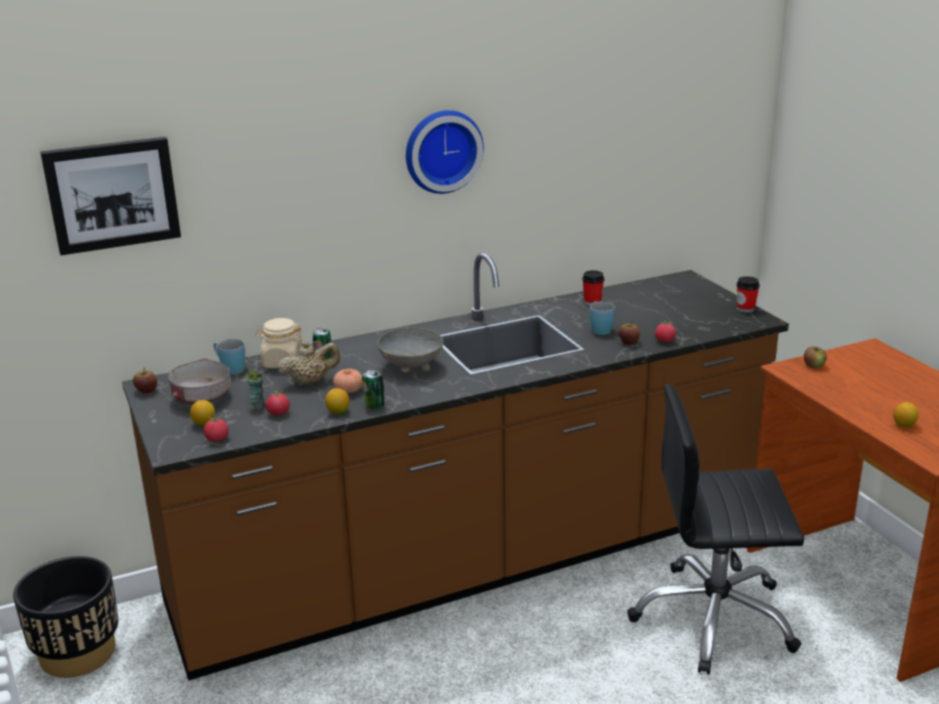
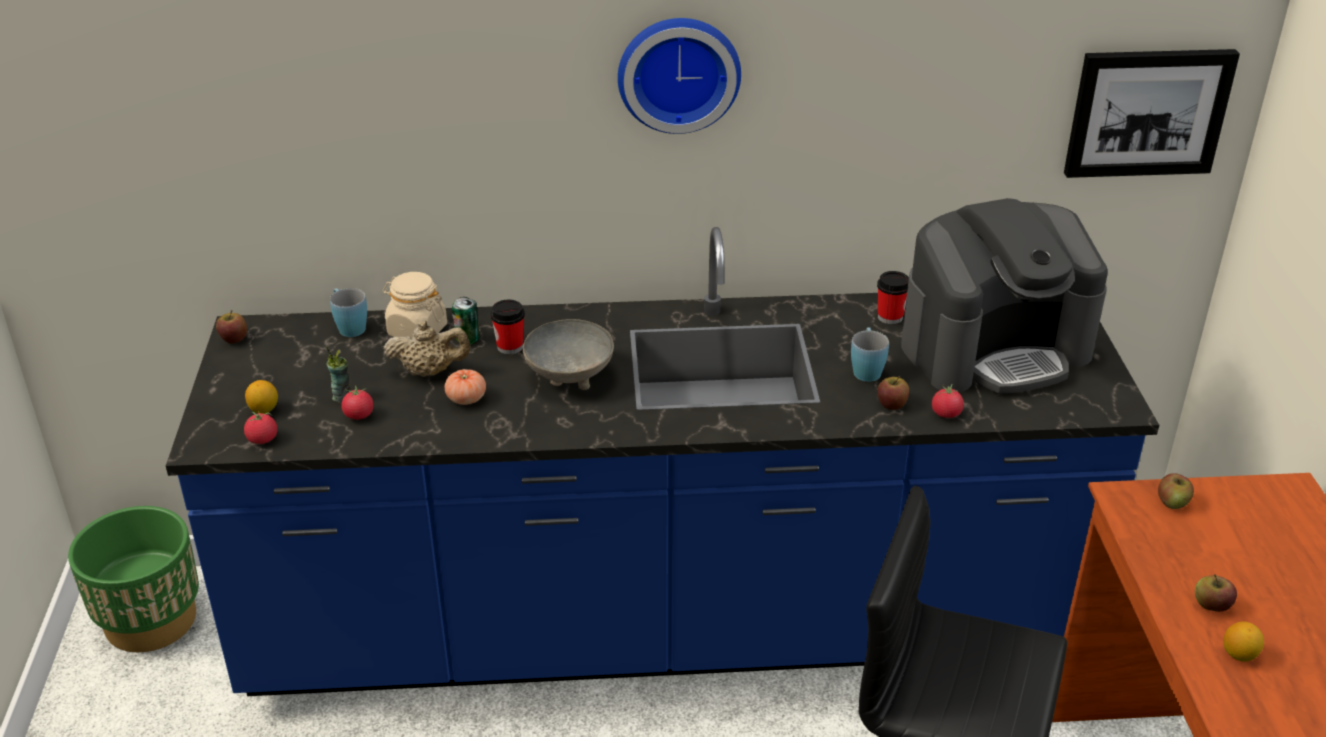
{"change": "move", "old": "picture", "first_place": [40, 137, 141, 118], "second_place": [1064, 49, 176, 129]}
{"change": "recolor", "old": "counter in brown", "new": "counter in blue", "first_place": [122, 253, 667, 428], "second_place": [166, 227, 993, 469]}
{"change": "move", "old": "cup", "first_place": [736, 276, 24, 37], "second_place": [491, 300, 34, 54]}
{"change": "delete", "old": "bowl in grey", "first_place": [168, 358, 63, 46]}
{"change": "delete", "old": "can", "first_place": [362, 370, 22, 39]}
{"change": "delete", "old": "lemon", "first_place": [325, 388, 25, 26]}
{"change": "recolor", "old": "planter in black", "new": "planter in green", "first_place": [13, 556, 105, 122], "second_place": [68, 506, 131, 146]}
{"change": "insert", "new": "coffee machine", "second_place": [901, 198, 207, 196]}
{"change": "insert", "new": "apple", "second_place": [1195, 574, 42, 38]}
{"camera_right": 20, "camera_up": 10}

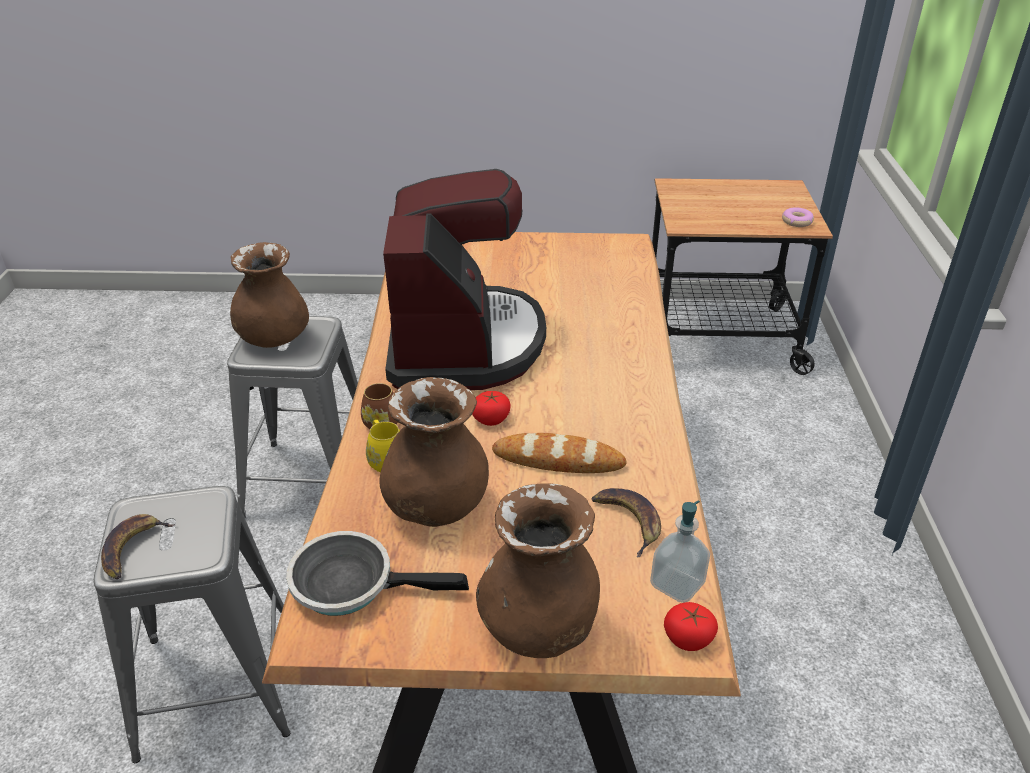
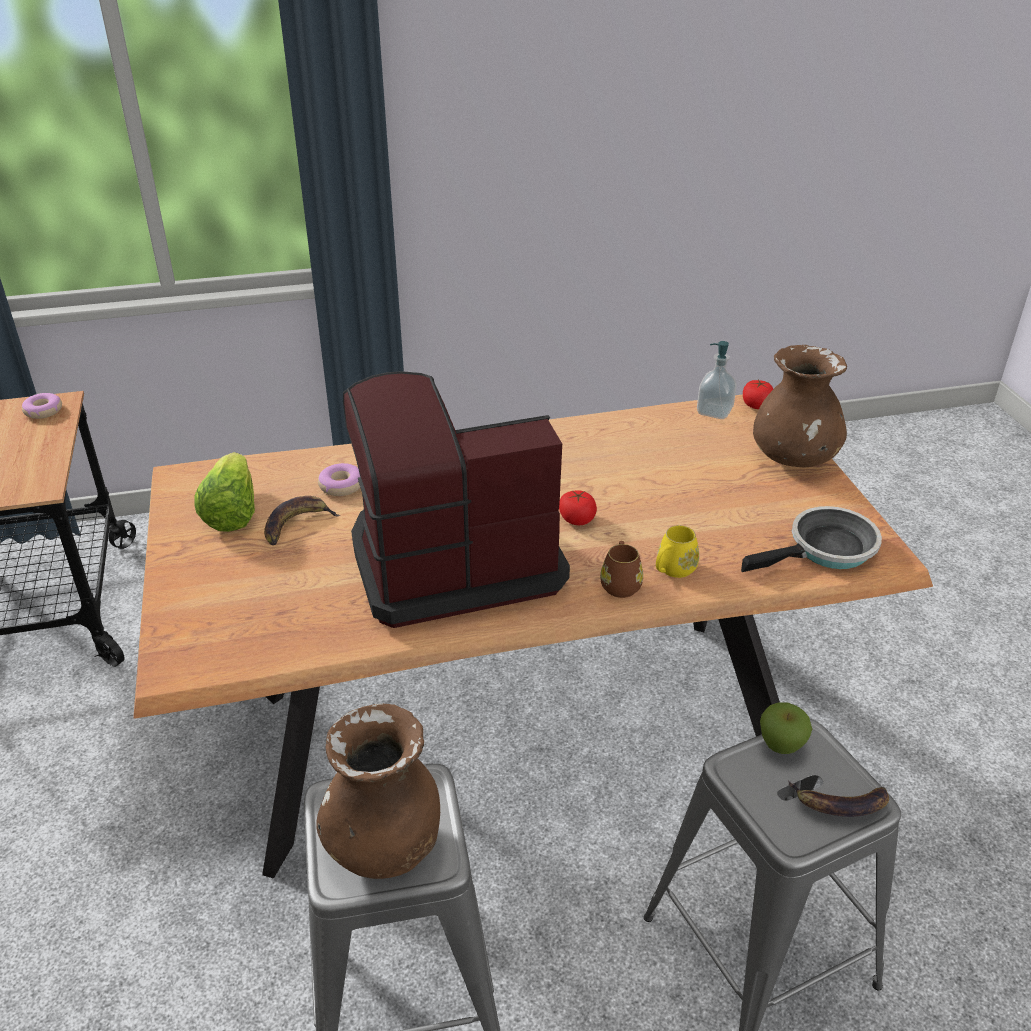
{"change": "delete", "old": "vase in brown", "first_place": [379, 377, 110, 150]}
{"change": "delete", "old": "bread", "first_place": [492, 433, 135, 40]}
{"change": "move", "old": "banana", "first_place": [592, 488, 69, 70], "second_place": [264, 496, 76, 49]}
{"change": "rotate", "old": "frying pan", "first_place": [286, 531, 183, 85], "second_place": [741, 506, 141, 66], "degrees": -105}
{"change": "insert", "new": "lettuce", "second_place": [194, 452, 61, 80]}
{"change": "insert", "new": "donut", "second_place": [318, 463, 42, 33]}
{"change": "insert", "new": "apple", "second_place": [760, 702, 52, 52]}
{"camera_right": -105, "camera_up": 0}

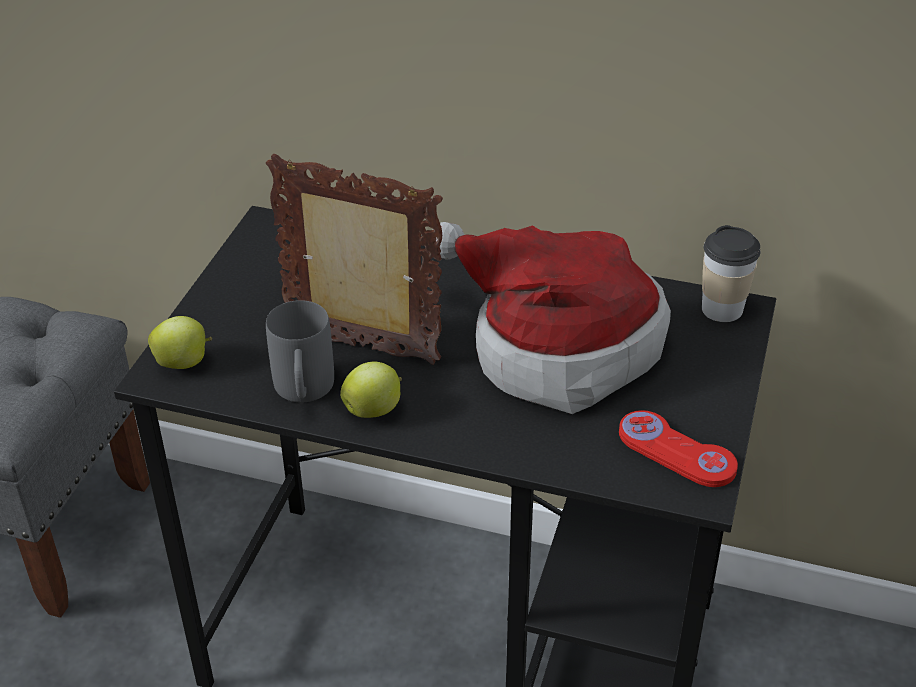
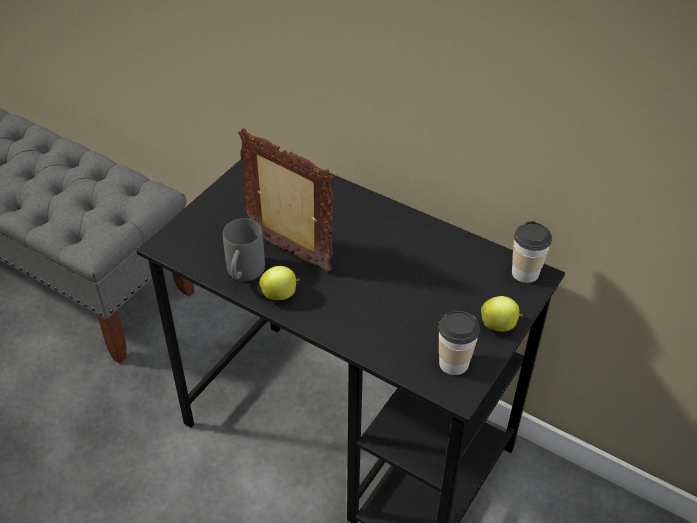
{"change": "delete", "old": "hat", "first_place": [436, 222, 235, 192]}
{"change": "move", "old": "apple", "first_place": [148, 316, 64, 53], "second_place": [481, 296, 42, 36]}
{"change": "replace", "old": "game controller in red", "new": "cup", "first_place": [619, 410, 119, 77], "second_place": [439, 311, 41, 64]}
{"camera_right": 15, "camera_up": 5}

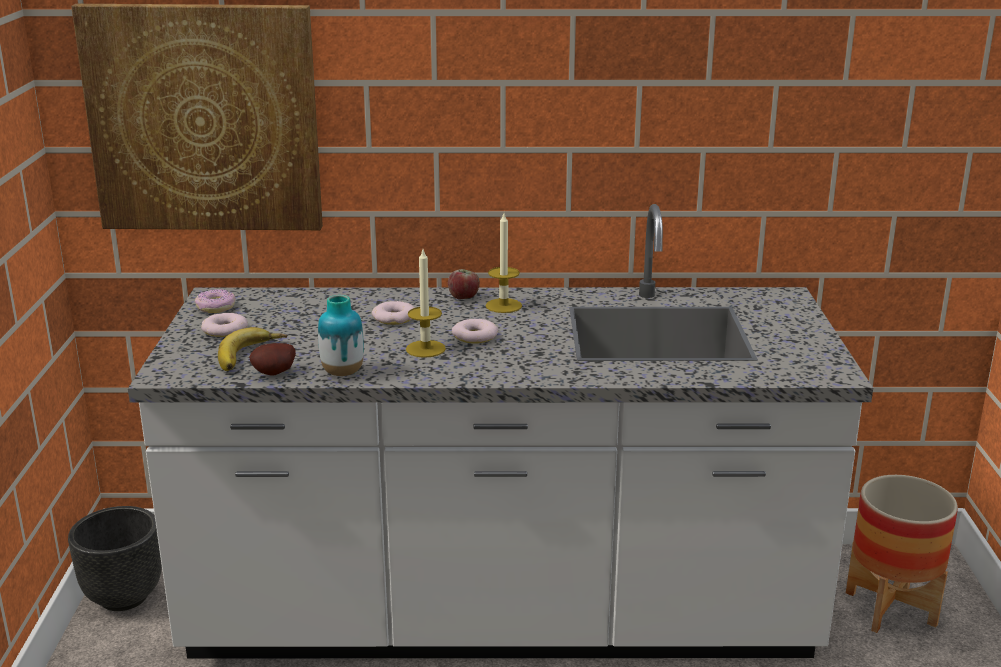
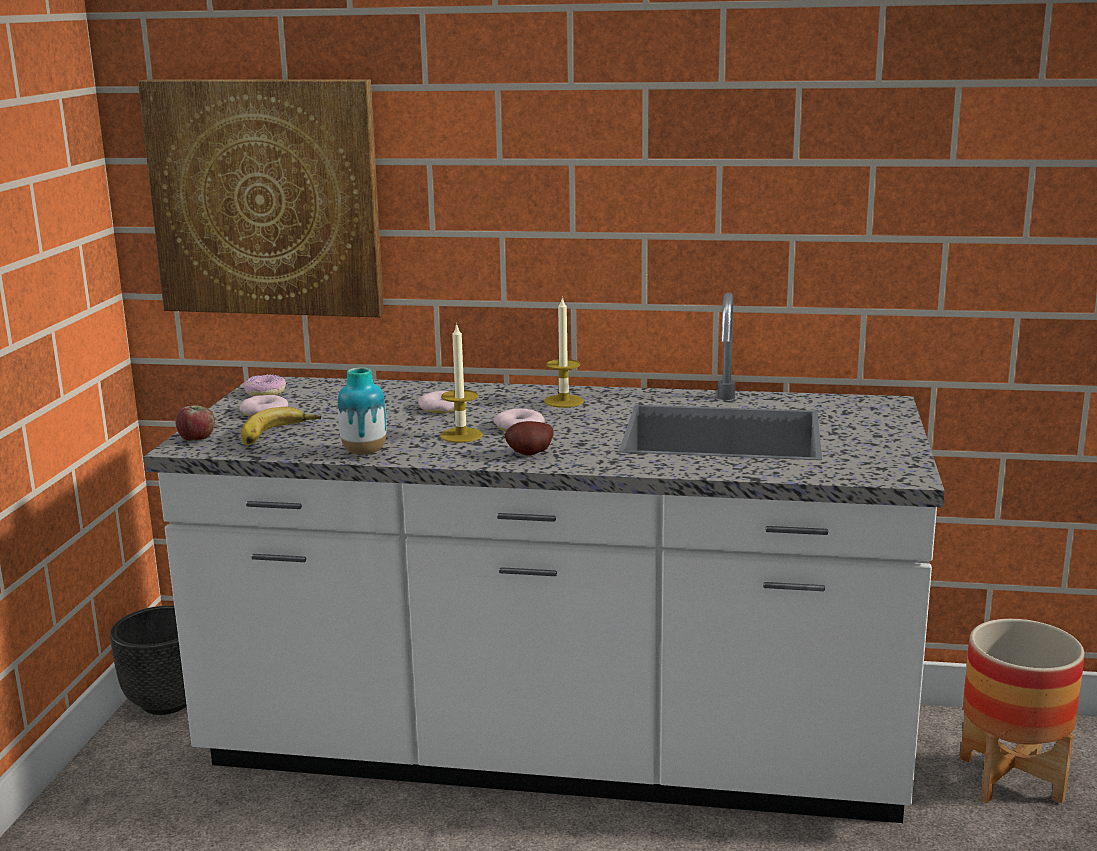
{"change": "move", "old": "apple", "first_place": [448, 269, 32, 30], "second_place": [175, 406, 40, 35]}
{"change": "move", "old": "potato", "first_place": [249, 343, 47, 32], "second_place": [505, 421, 48, 35]}
{"camera_right": 10, "camera_up": -5}

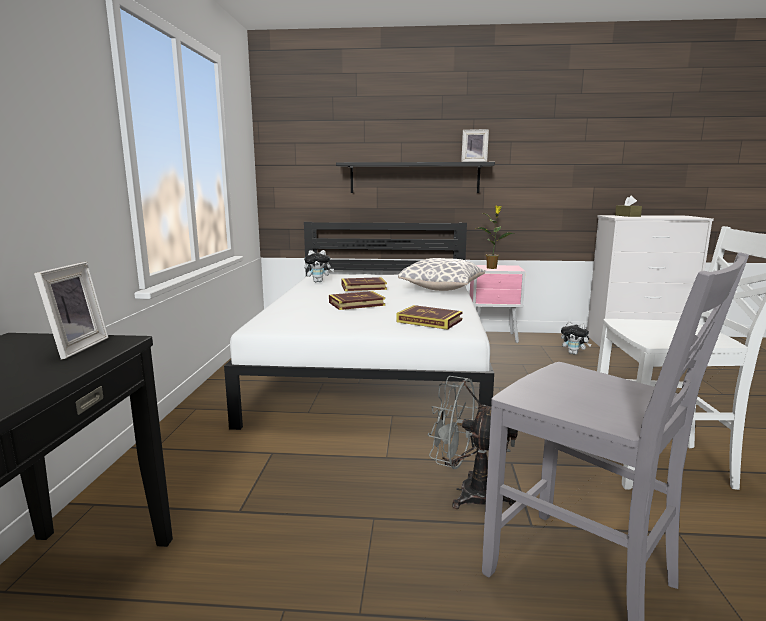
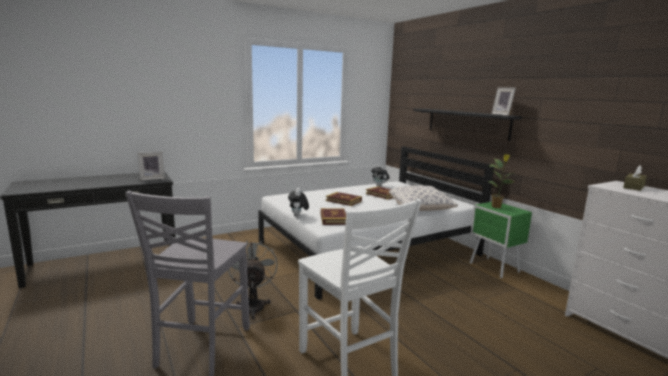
{"change": "recolor", "old": "nightstand in pink", "new": "nightstand in green", "first_place": [470, 265, 56, 78], "second_place": [470, 202, 62, 76]}
{"change": "move", "old": "plush toy", "first_place": [561, 321, 31, 34], "second_place": [288, 188, 21, 29]}
{"camera_right": 55, "camera_up": 0}

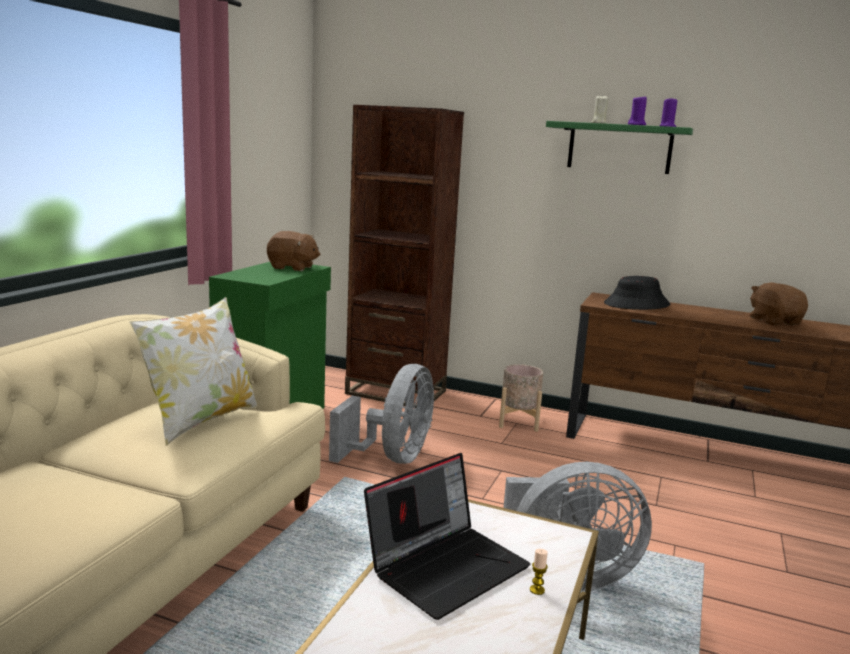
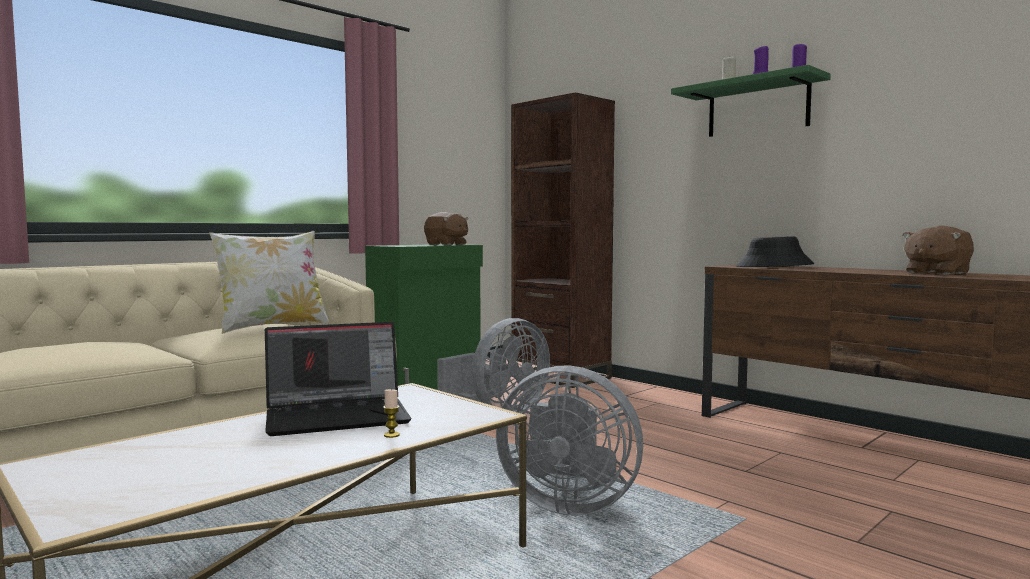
{"change": "rotate", "old": "plush toy in brown", "first_place": [750, 282, 58, 43], "second_place": [902, 226, 72, 49], "degrees": -135}
{"change": "delete", "old": "planter in beige", "first_place": [499, 364, 44, 68]}
{"camera_right": 25, "camera_up": -10}

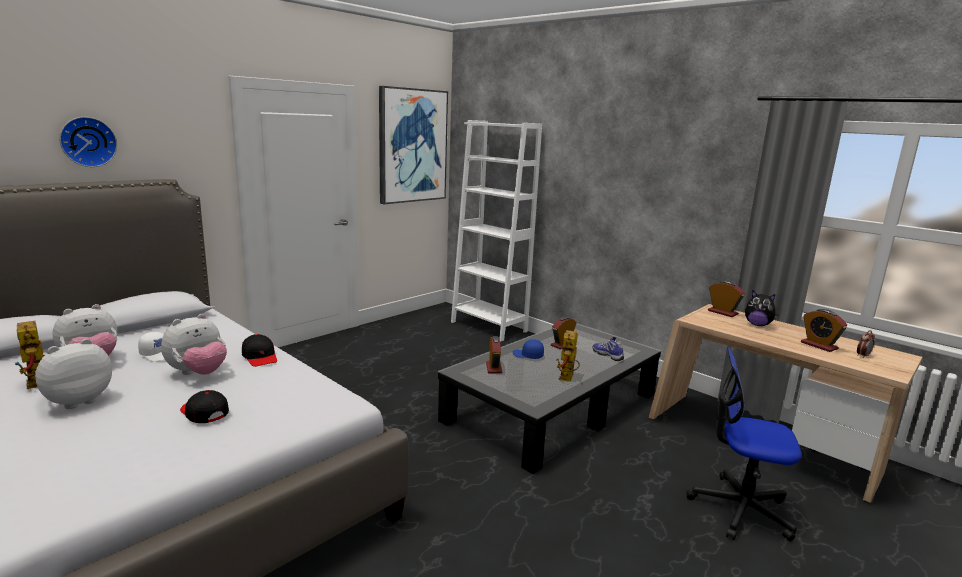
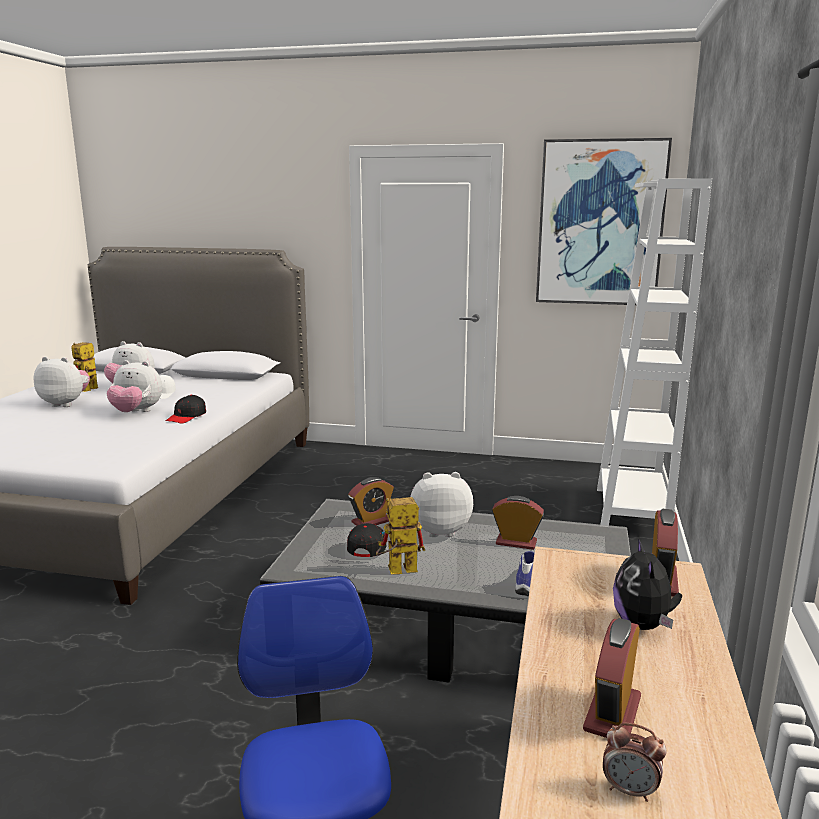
{"change": "delete", "old": "wall clock", "first_place": [59, 117, 58, 50]}
{"change": "replace", "old": "cap in blue", "new": "plush toy", "first_place": [513, 339, 31, 20], "second_place": [410, 472, 63, 65]}
{"change": "move", "old": "cap in black", "first_place": [180, 390, 49, 33], "second_place": [347, 523, 39, 34]}
{"camera_right": 60, "camera_up": 0}

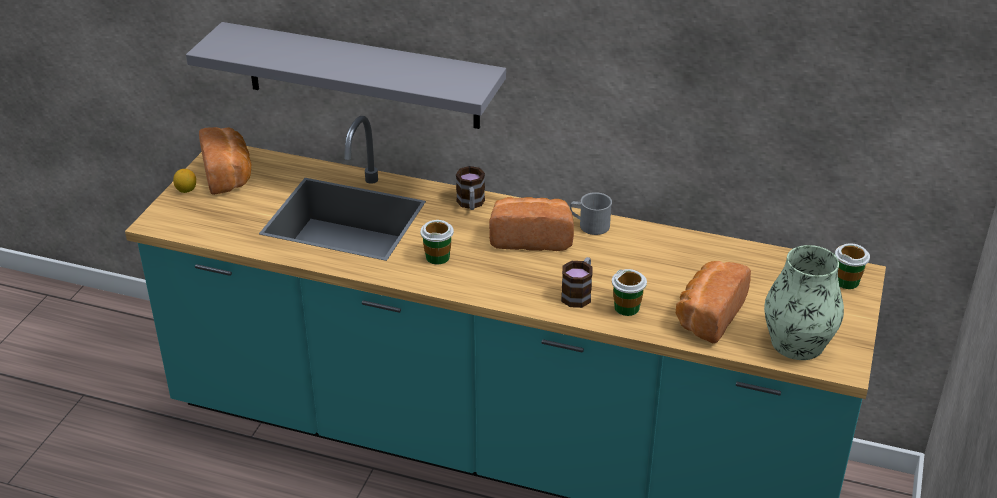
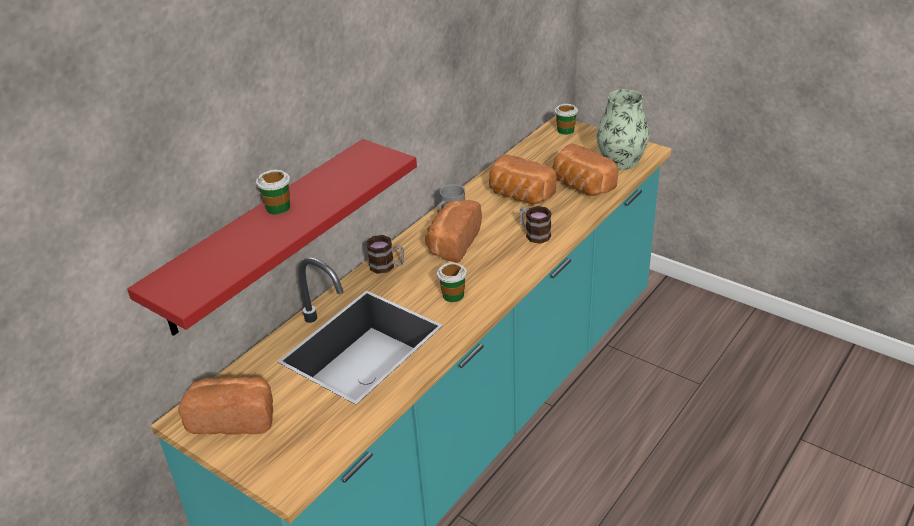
{"change": "recolor", "old": "shelf in grey", "new": "shelf in red", "first_place": [186, 22, 320, 107], "second_place": [127, 139, 290, 197]}
{"change": "delete", "old": "lemon", "first_place": [173, 169, 23, 24]}
{"change": "move", "old": "cup", "first_place": [612, 269, 35, 47], "second_place": [256, 170, 34, 45]}
{"change": "insert", "new": "bread", "second_place": [489, 154, 68, 50]}
{"camera_right": -70, "camera_up": 0}

